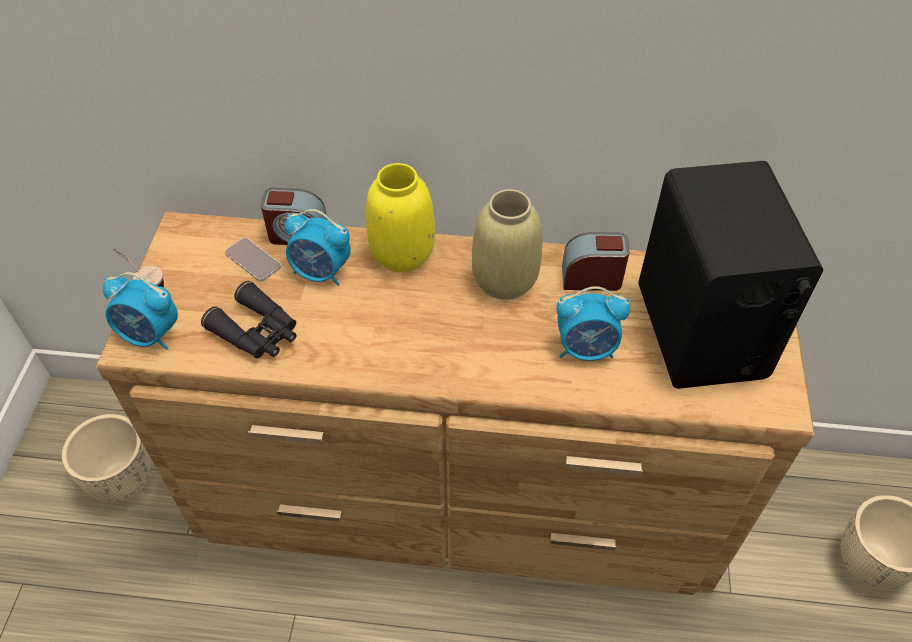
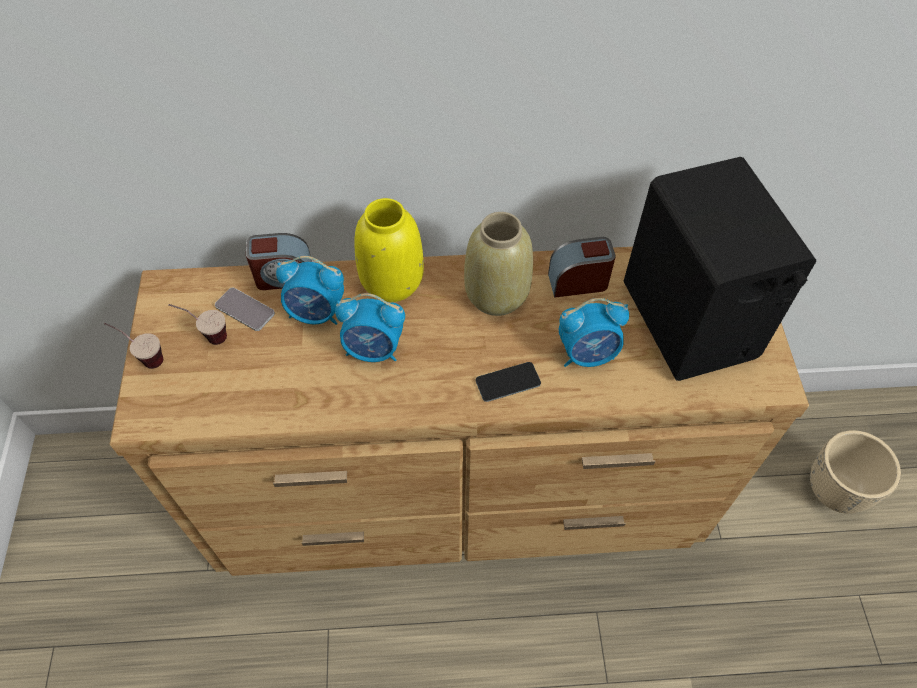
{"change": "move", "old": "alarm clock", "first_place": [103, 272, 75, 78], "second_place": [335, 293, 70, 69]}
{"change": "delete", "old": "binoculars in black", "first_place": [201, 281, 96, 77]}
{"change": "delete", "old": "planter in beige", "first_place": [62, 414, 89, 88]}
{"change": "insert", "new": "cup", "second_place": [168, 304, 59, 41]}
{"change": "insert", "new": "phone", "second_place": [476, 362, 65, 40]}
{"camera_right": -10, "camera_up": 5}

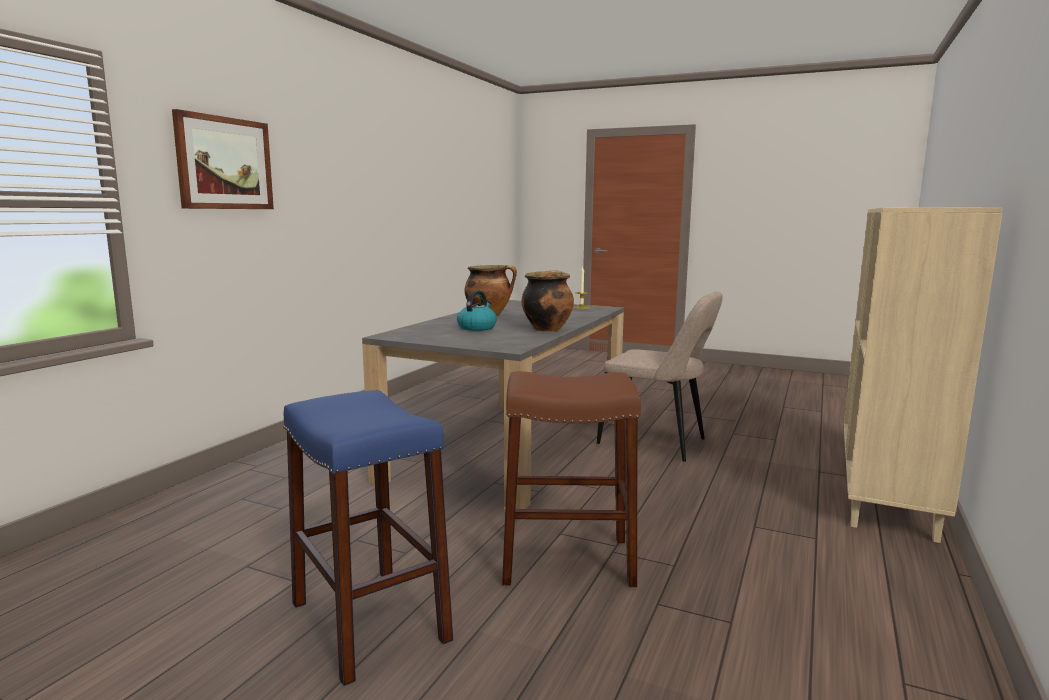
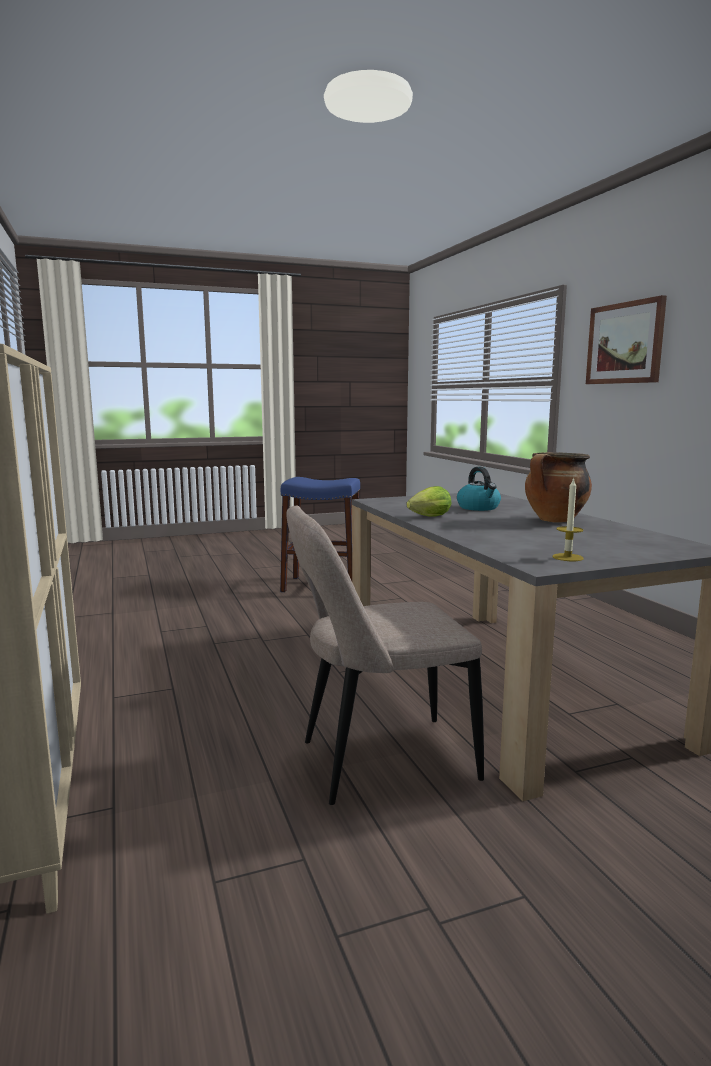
{"change": "replace", "old": "cooking pot", "new": "lettuce", "first_place": [521, 271, 53, 61], "second_place": [406, 486, 46, 31]}
{"change": "delete", "old": "stool in brown", "first_place": [502, 371, 139, 216]}
{"camera_right": 135, "camera_up": 0}

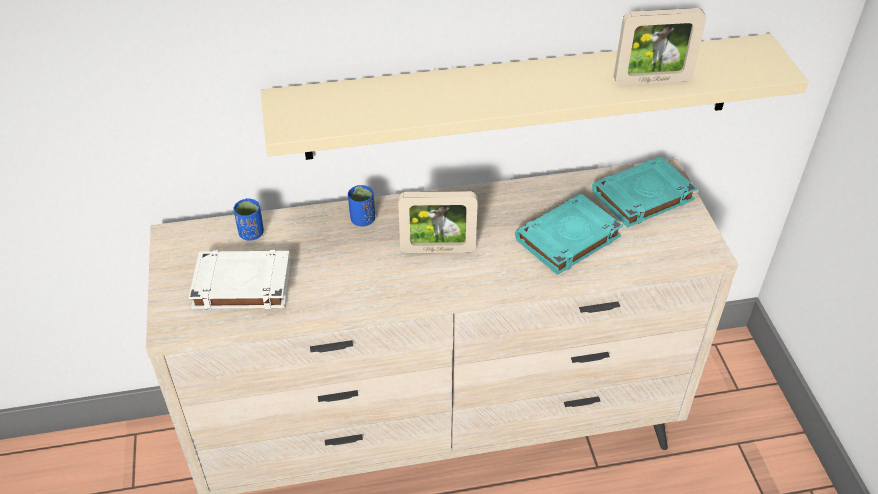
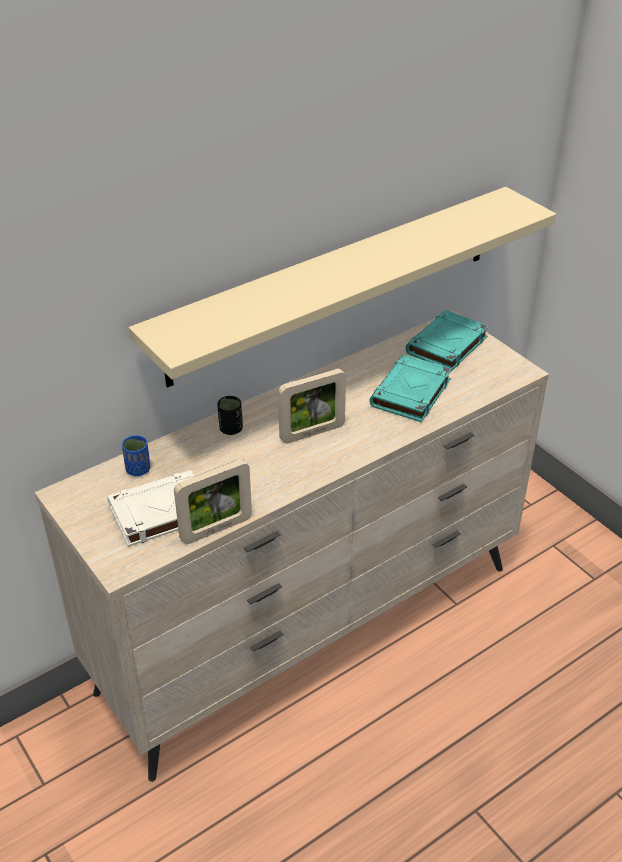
{"change": "move", "old": "picture frame", "first_place": [614, 8, 92, 78], "second_place": [174, 459, 78, 85]}
{"change": "recolor", "old": "cup in blue", "new": "cup in black", "first_place": [348, 185, 27, 41], "second_place": [217, 396, 26, 39]}
{"camera_right": -25, "camera_up": -5}

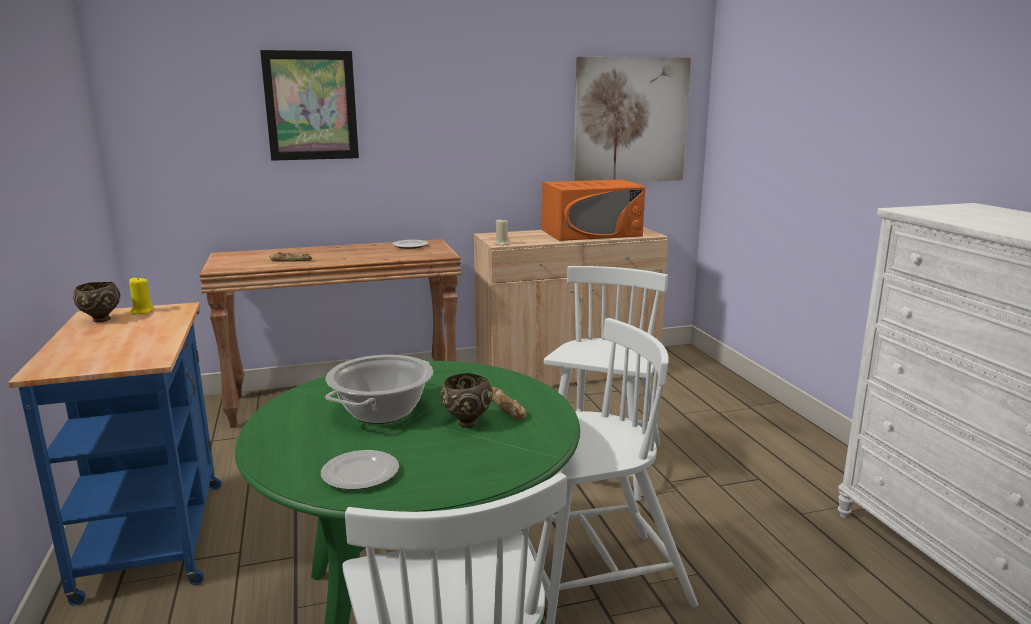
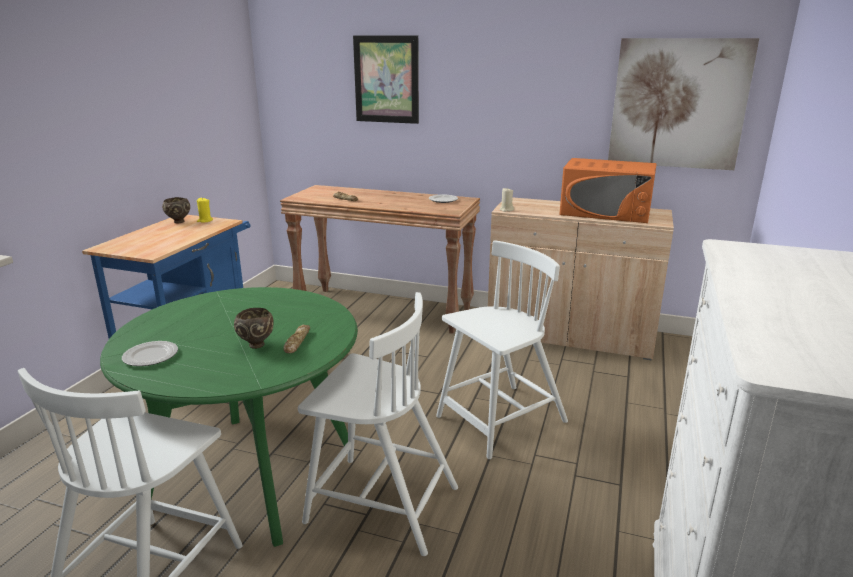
{"change": "delete", "old": "cooking pot", "first_place": [325, 355, 108, 69]}
{"camera_right": 35, "camera_up": 5}

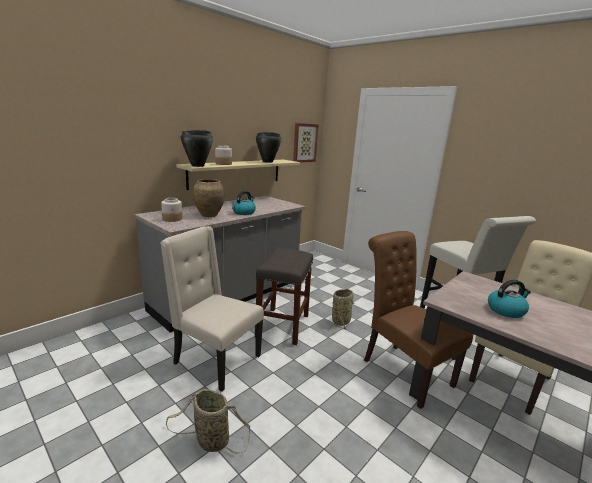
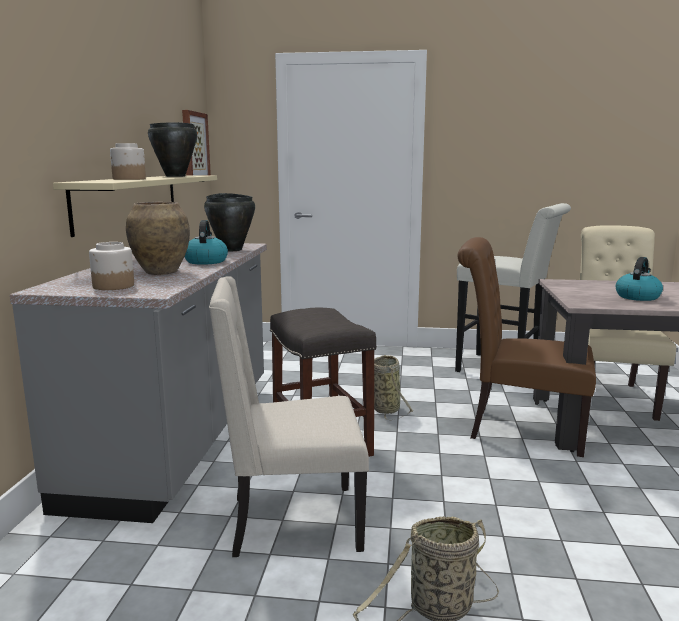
{"change": "move", "old": "cooking pot in black", "first_place": [181, 130, 32, 37], "second_place": [204, 193, 51, 58]}
{"camera_right": -35, "camera_up": -5}

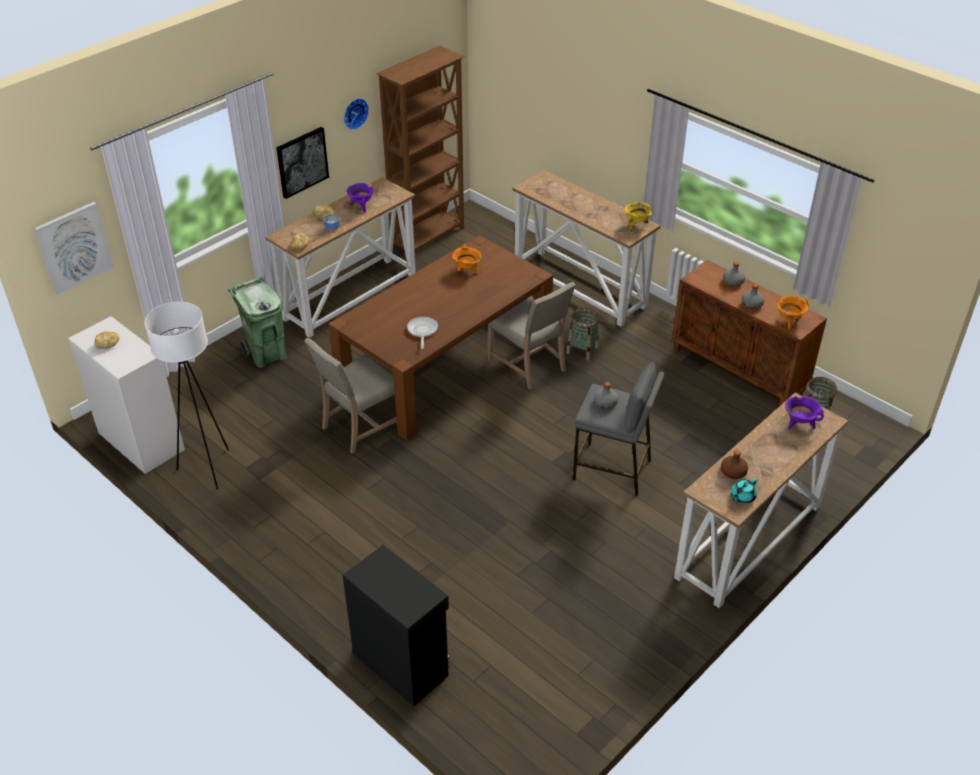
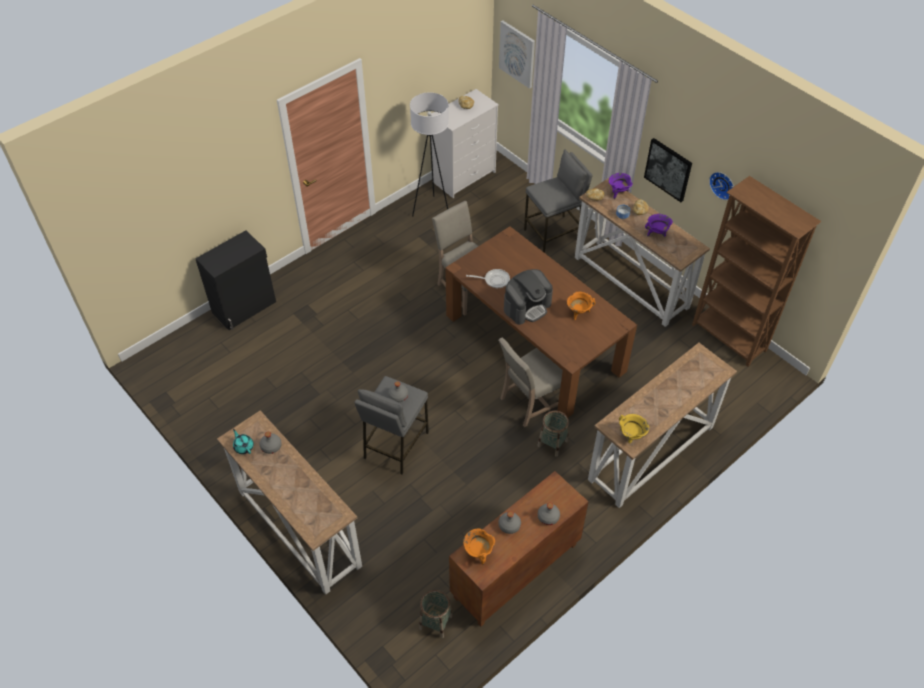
{"change": "replace", "old": "trash can in green", "new": "stool in grey", "first_place": [228, 278, 59, 90], "second_place": [524, 149, 69, 104]}
{"change": "move", "old": "cooking pot in purple", "first_place": [785, 396, 39, 34], "second_place": [609, 173, 24, 26]}
{"change": "recolor", "old": "bottle in brown", "new": "bottle in grey", "first_place": [721, 450, 27, 29], "second_place": [259, 432, 23, 22]}
{"change": "insert", "new": "coffee machine", "second_place": [504, 269, 49, 56]}
{"camera_right": 95, "camera_up": 10}

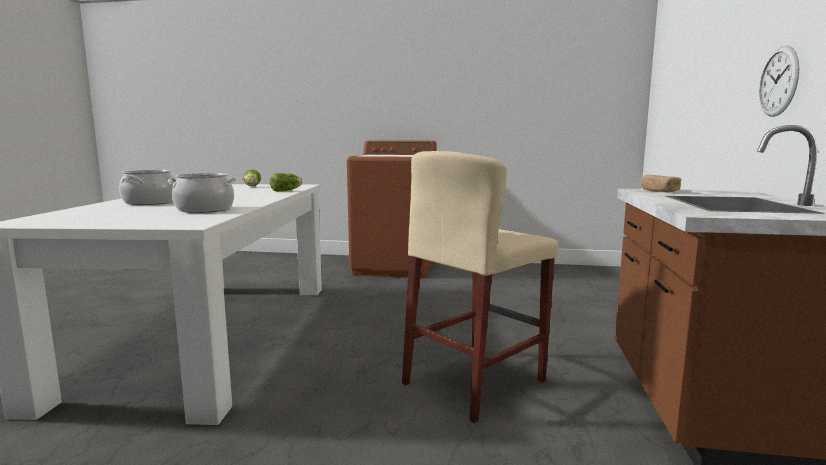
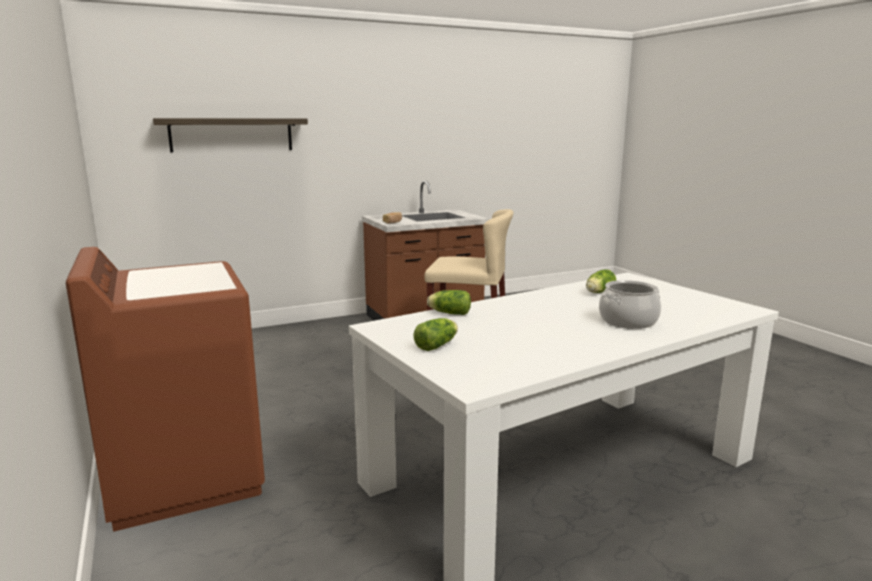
{"change": "delete", "old": "wall clock", "first_place": [759, 46, 40, 71]}
{"change": "replace", "old": "cooking pot", "new": "lettuce", "first_place": [168, 173, 68, 40], "second_place": [586, 269, 30, 24]}
{"change": "insert", "new": "shelf", "second_place": [153, 118, 155, 35]}
{"camera_right": -125, "camera_up": 5}

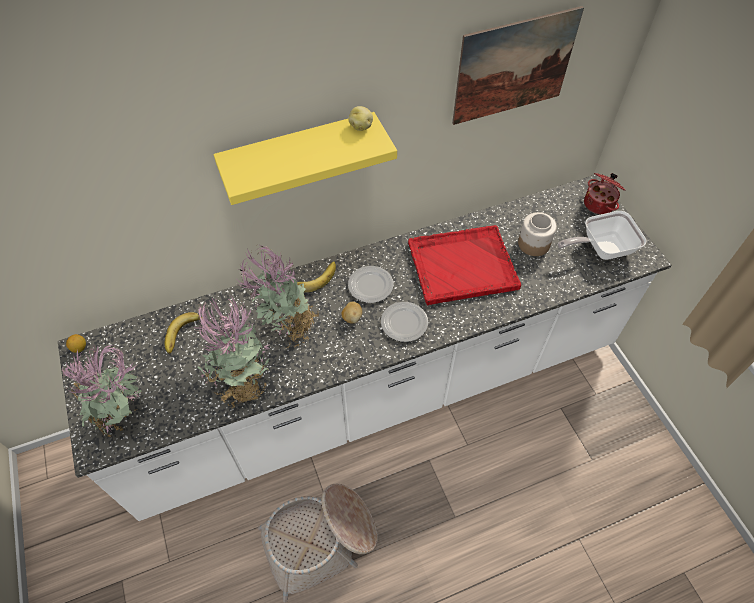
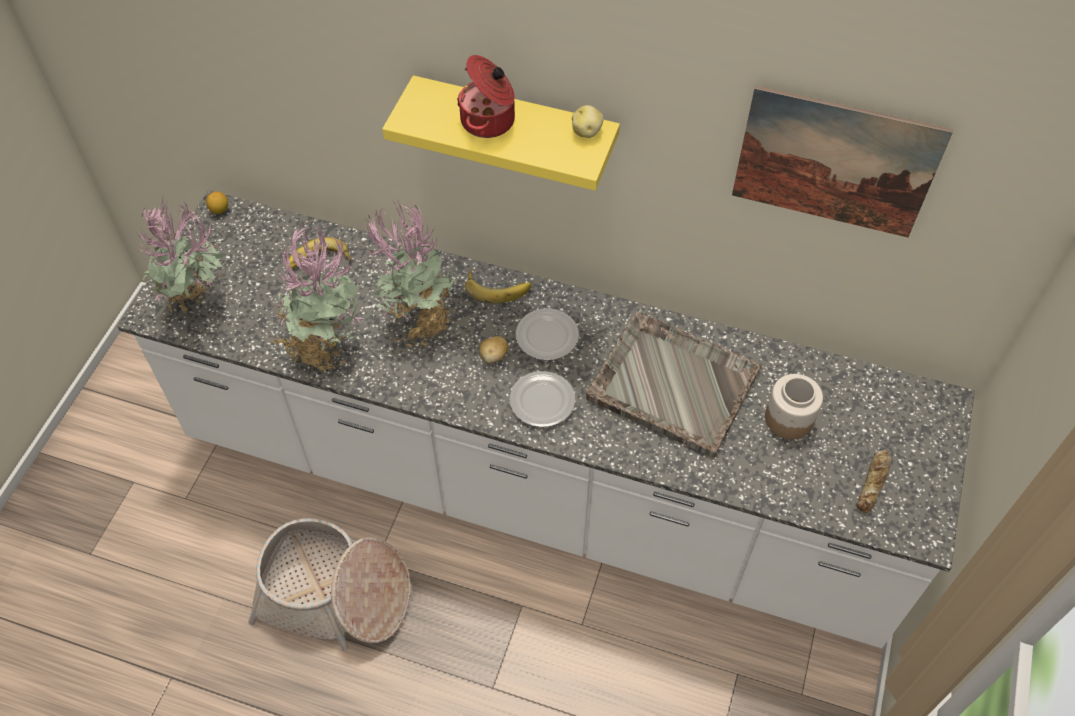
{"change": "move", "old": "cooking pot", "first_place": [584, 173, 42, 42], "second_place": [457, 55, 58, 83]}
{"change": "replace", "old": "frying pan", "new": "bread", "first_place": [558, 211, 88, 49], "second_place": [856, 450, 36, 63]}
{"change": "recolor", "old": "tray in red", "new": "tray in grey", "first_place": [408, 225, 113, 81], "second_place": [586, 312, 176, 145]}
{"camera_right": 40, "camera_up": 0}

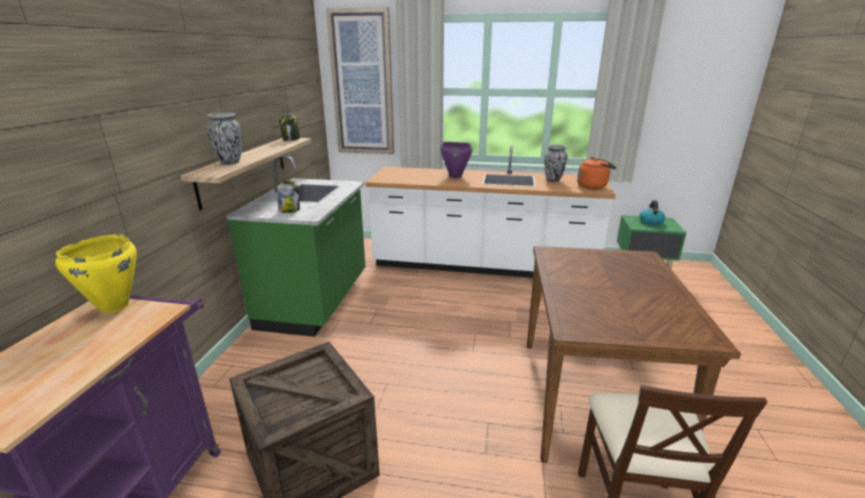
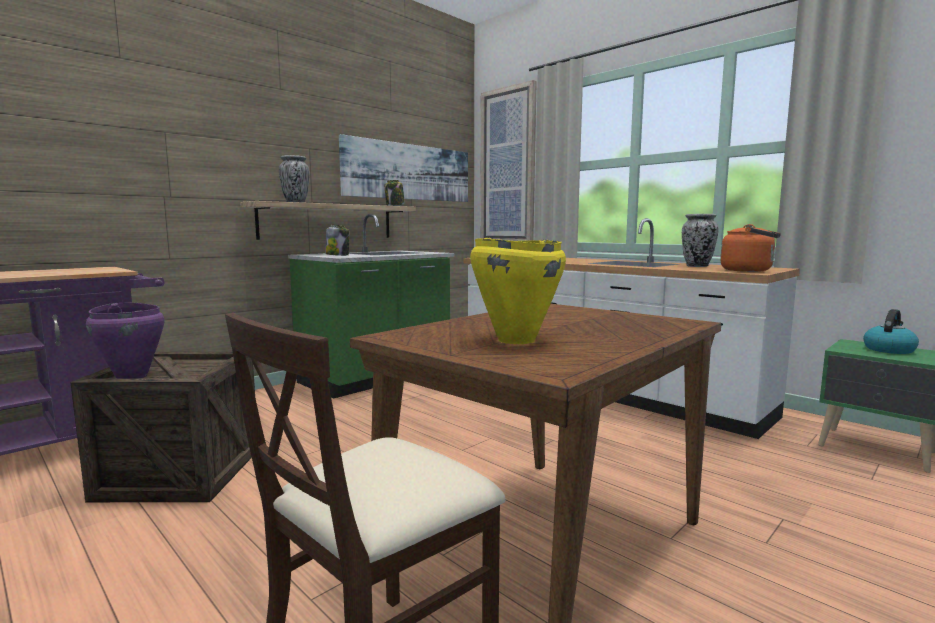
{"change": "move", "old": "cooking pot in purple", "first_place": [440, 142, 32, 36], "second_place": [86, 303, 79, 75]}
{"change": "move", "old": "cooking pot in yellow", "first_place": [55, 234, 82, 79], "second_place": [470, 238, 96, 106]}
{"change": "insert", "new": "picture", "second_place": [339, 134, 129, 68]}
{"camera_right": 35, "camera_up": -15}

